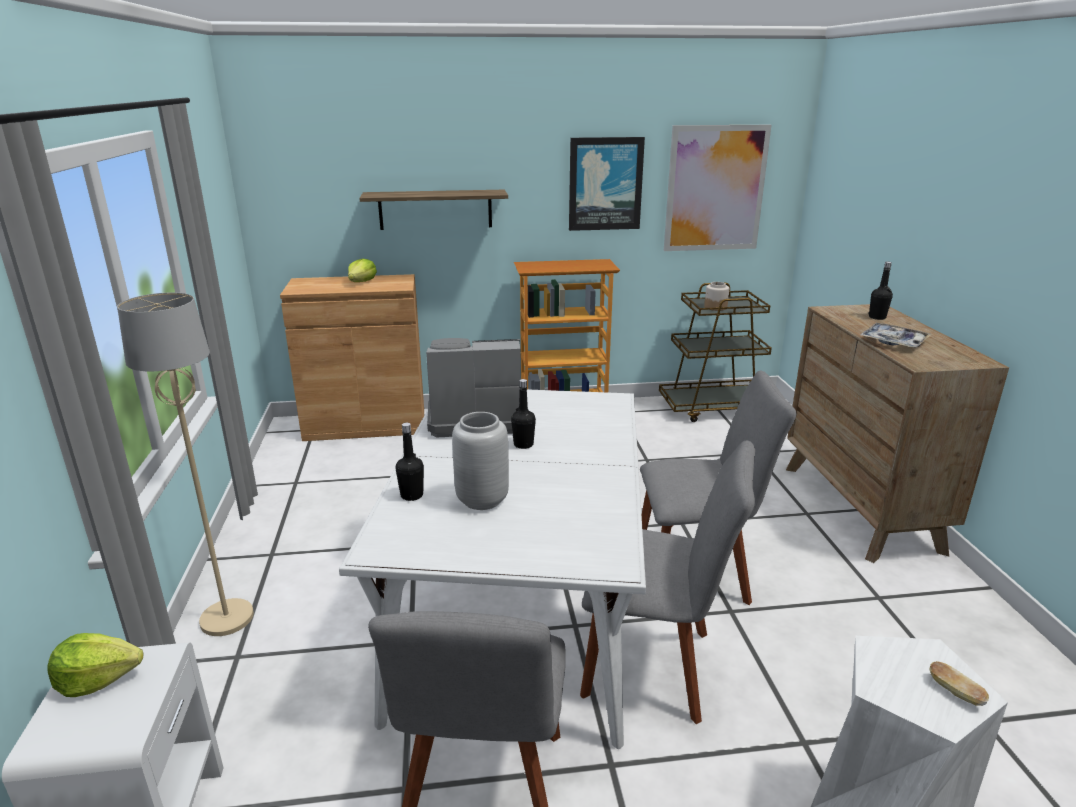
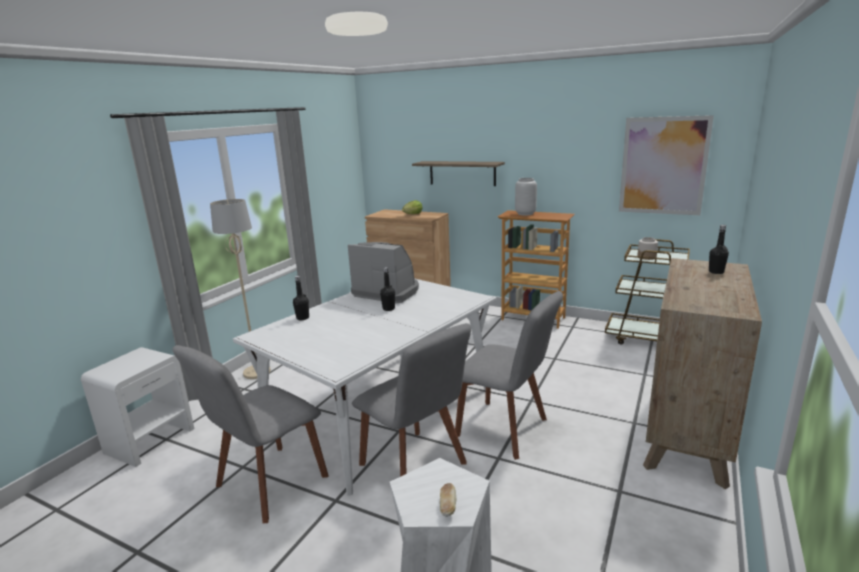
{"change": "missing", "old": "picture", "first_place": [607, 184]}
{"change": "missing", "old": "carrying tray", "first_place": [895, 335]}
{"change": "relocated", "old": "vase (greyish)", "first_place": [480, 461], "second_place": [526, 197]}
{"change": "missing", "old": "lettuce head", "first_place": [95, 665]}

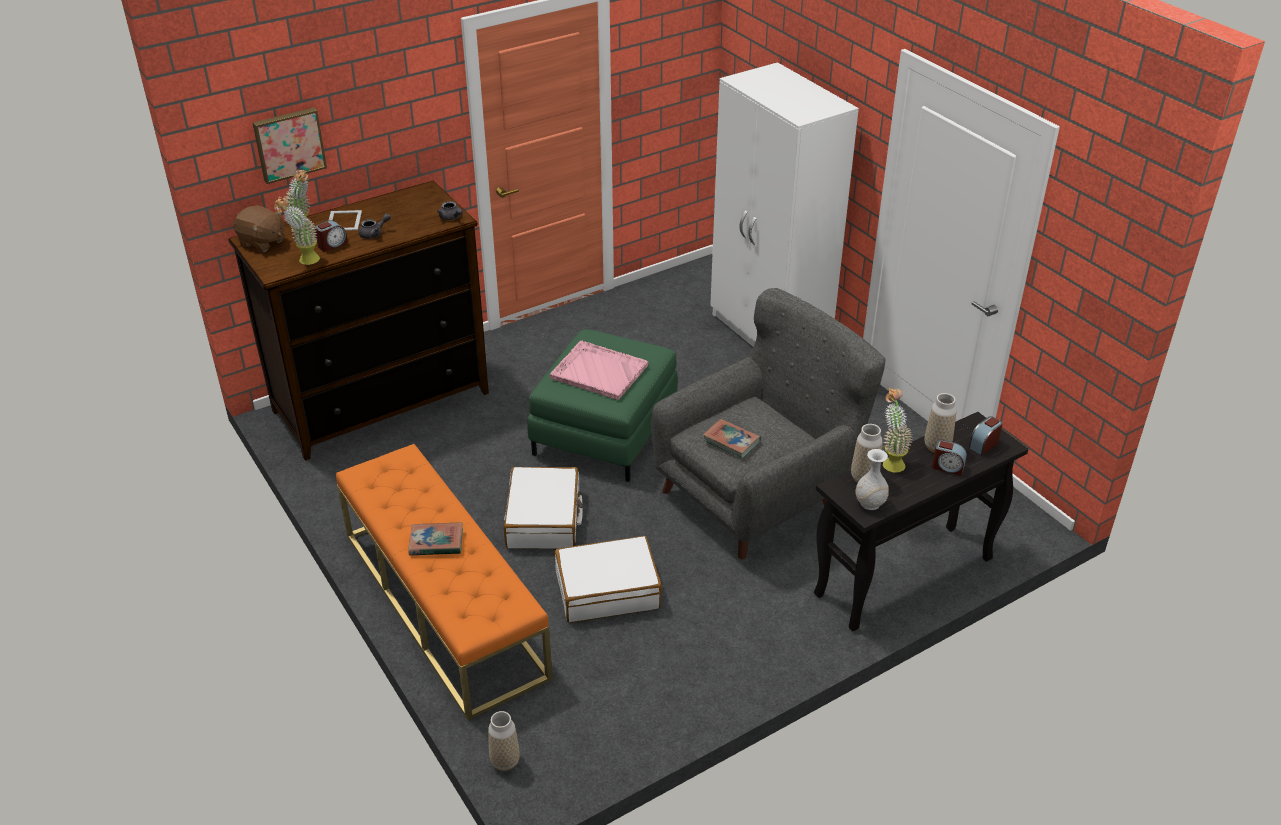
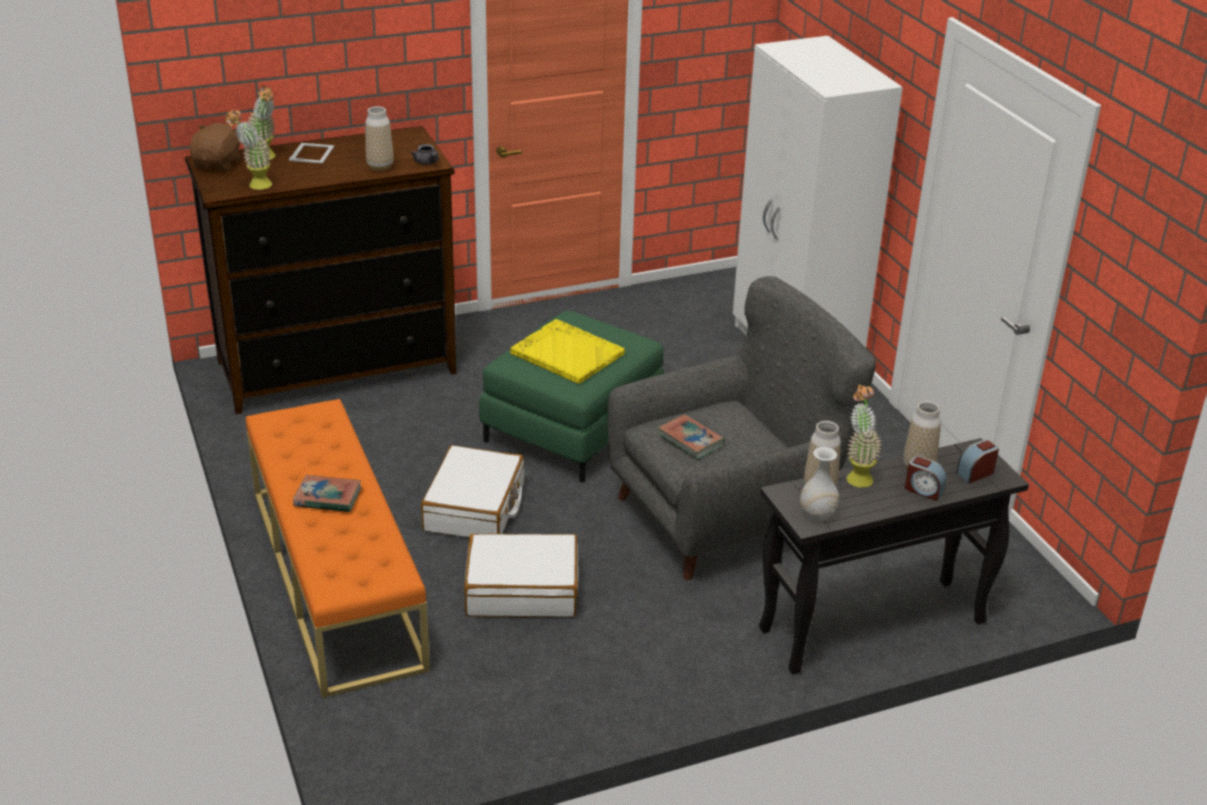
{"change": "missing", "old": "picture", "first_place": [289, 145]}
{"change": "spun", "old": "plush toy (brown)", "first_place": [259, 228], "second_place": [215, 147], "degrees": -120}
{"change": "missing", "old": "tea pot (greyish)", "first_place": [375, 226]}
{"change": "missing", "old": "table clock", "first_place": [331, 236]}
{"change": "colour", "old": "carrying tray (pink-coloured)", "new": "carrying tray (yellowish)", "first_place": [599, 370], "second_place": [567, 351]}
{"change": "relocated", "old": "vase", "first_place": [504, 741], "second_place": [379, 138]}

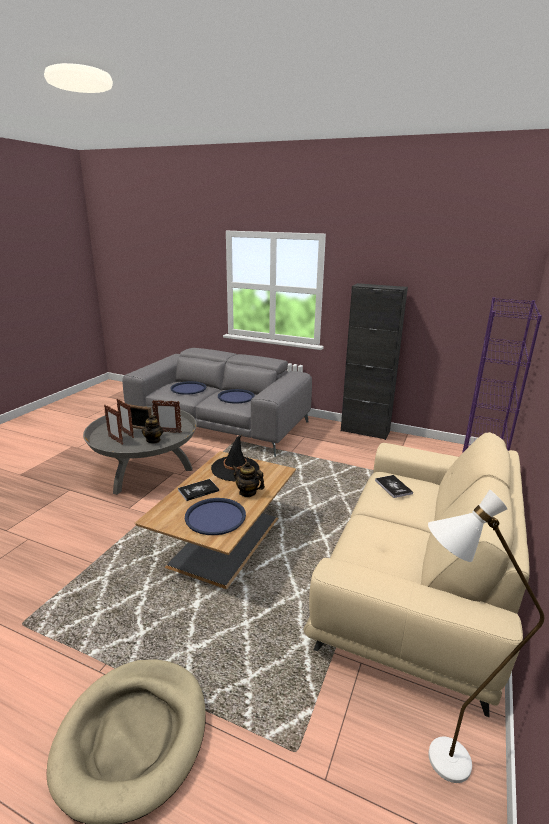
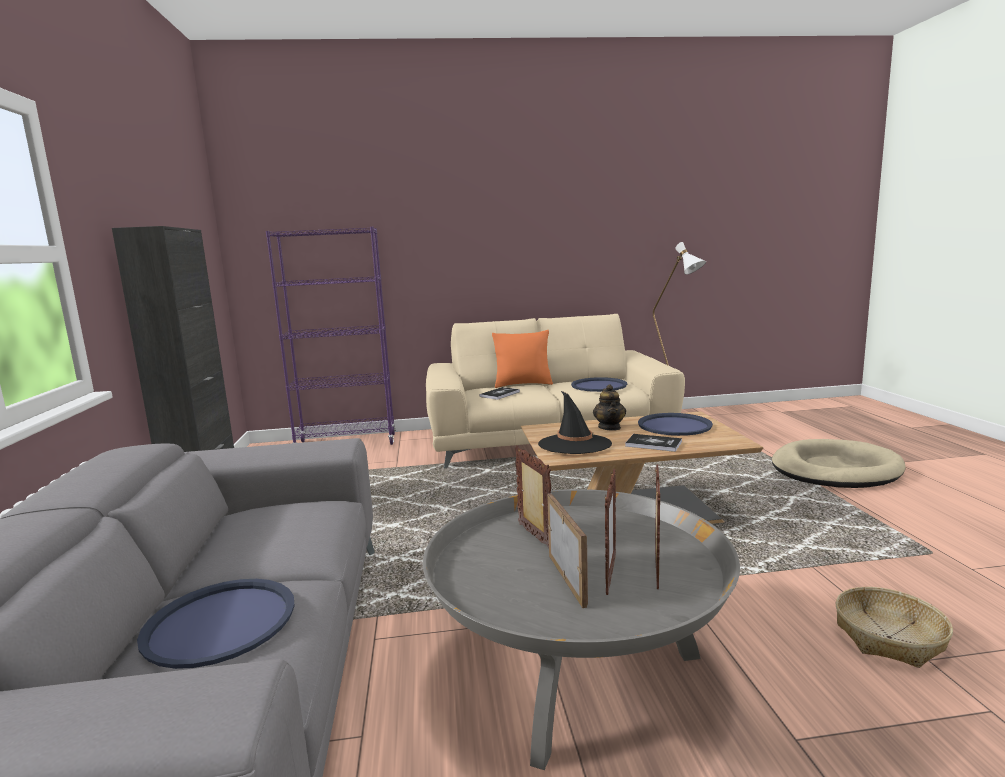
{"change": "relocated", "old": "carrying tray (blue-coloured)", "first_place": [236, 396], "second_place": [599, 384]}
{"change": "missing", "old": "tea pot", "first_place": [152, 429]}
{"change": "appeared", "new": "cushion (orange)", "second_place": [522, 359]}
{"change": "appeared", "new": "basket", "second_place": [894, 627]}

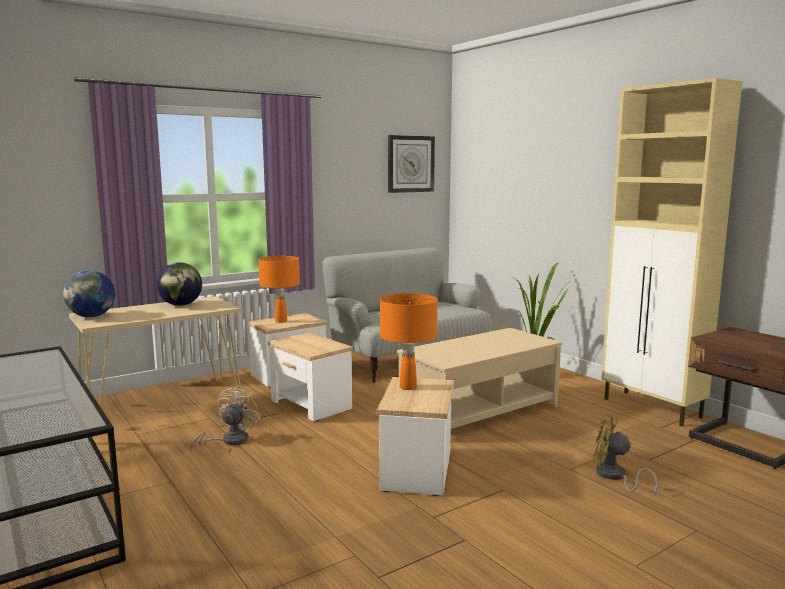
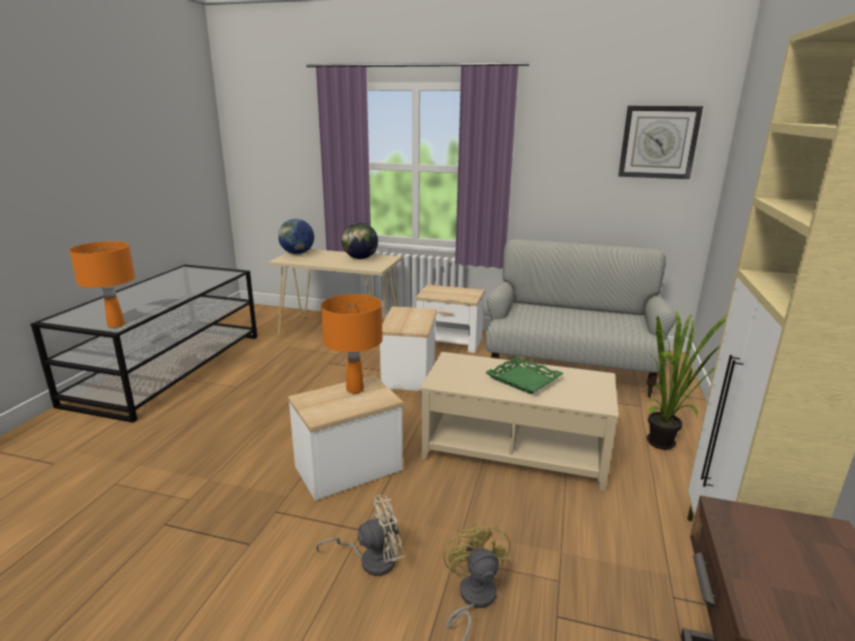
{"change": "relocated", "old": "lamp for a table (orange)", "first_place": [279, 289], "second_place": [102, 284]}
{"change": "relocated", "old": "fan (beige)", "first_place": [225, 418], "second_place": [360, 535]}
{"change": "appeared", "new": "carrying tray (green)", "second_place": [524, 375]}

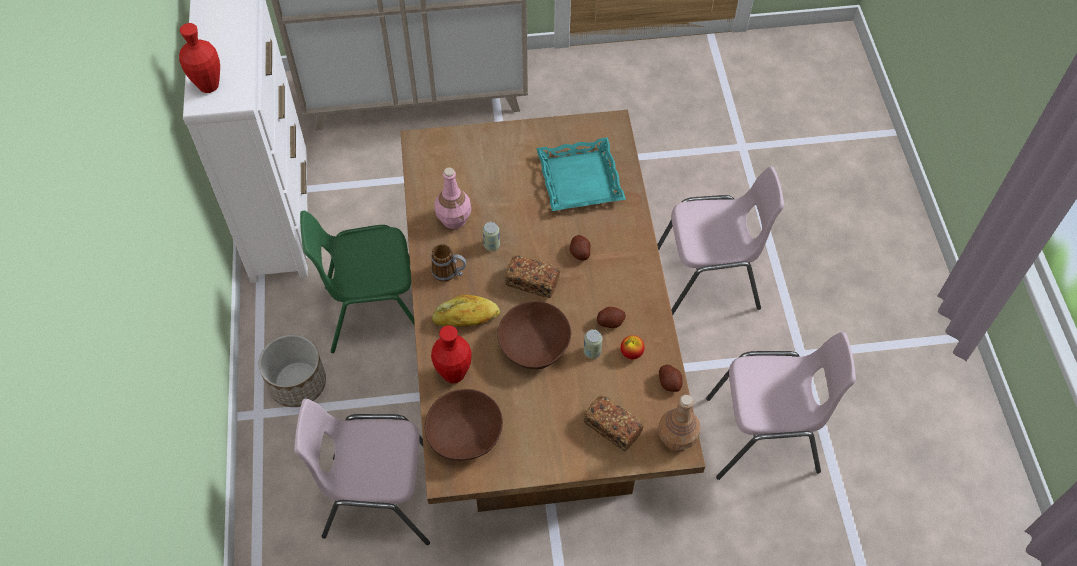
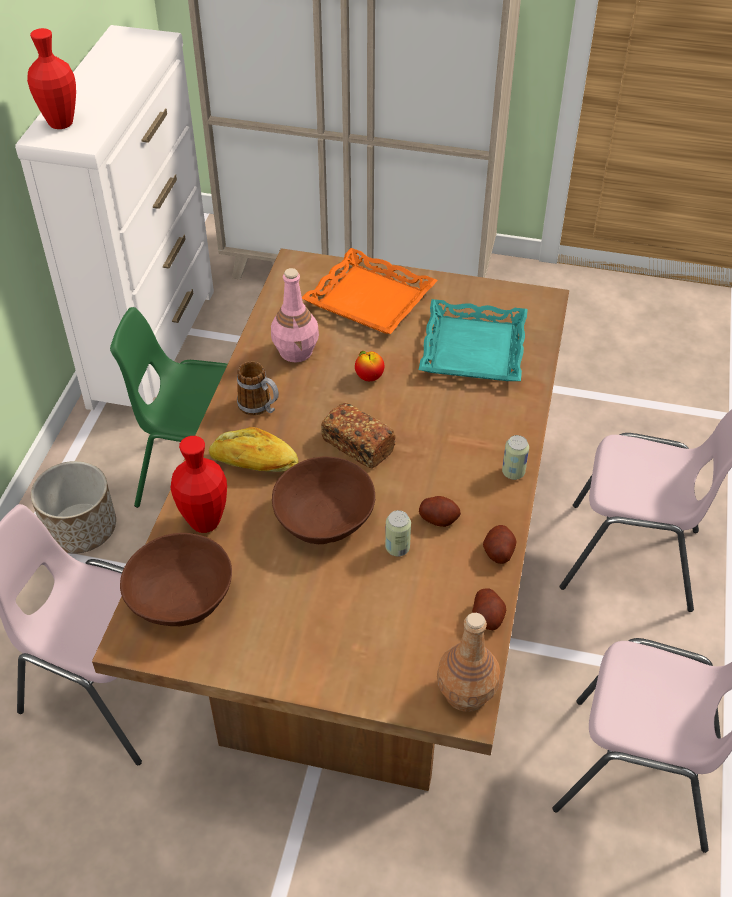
{"change": "relocated", "old": "can", "first_place": [491, 236], "second_place": [515, 457]}
{"change": "relocated", "old": "potato", "first_place": [580, 248], "second_place": [500, 544]}
{"change": "relocated", "old": "apple fruit", "first_place": [633, 347], "second_place": [369, 366]}
{"change": "missing", "old": "bakery bread", "first_place": [614, 423]}
{"change": "appeared", "new": "carrying tray (orange)", "second_place": [370, 291]}

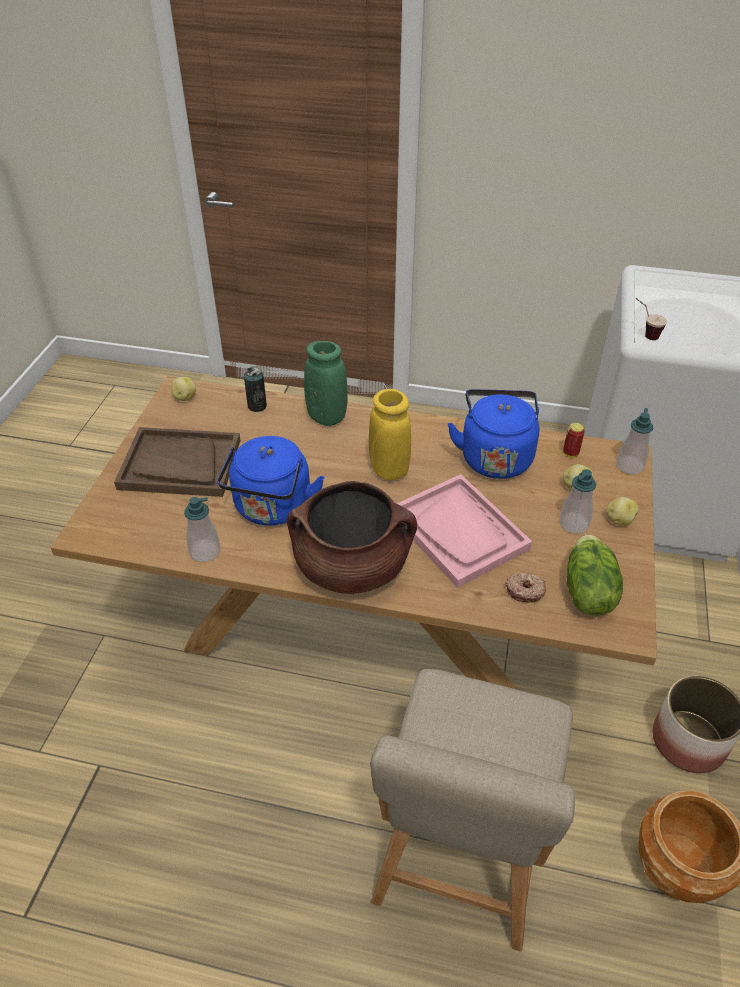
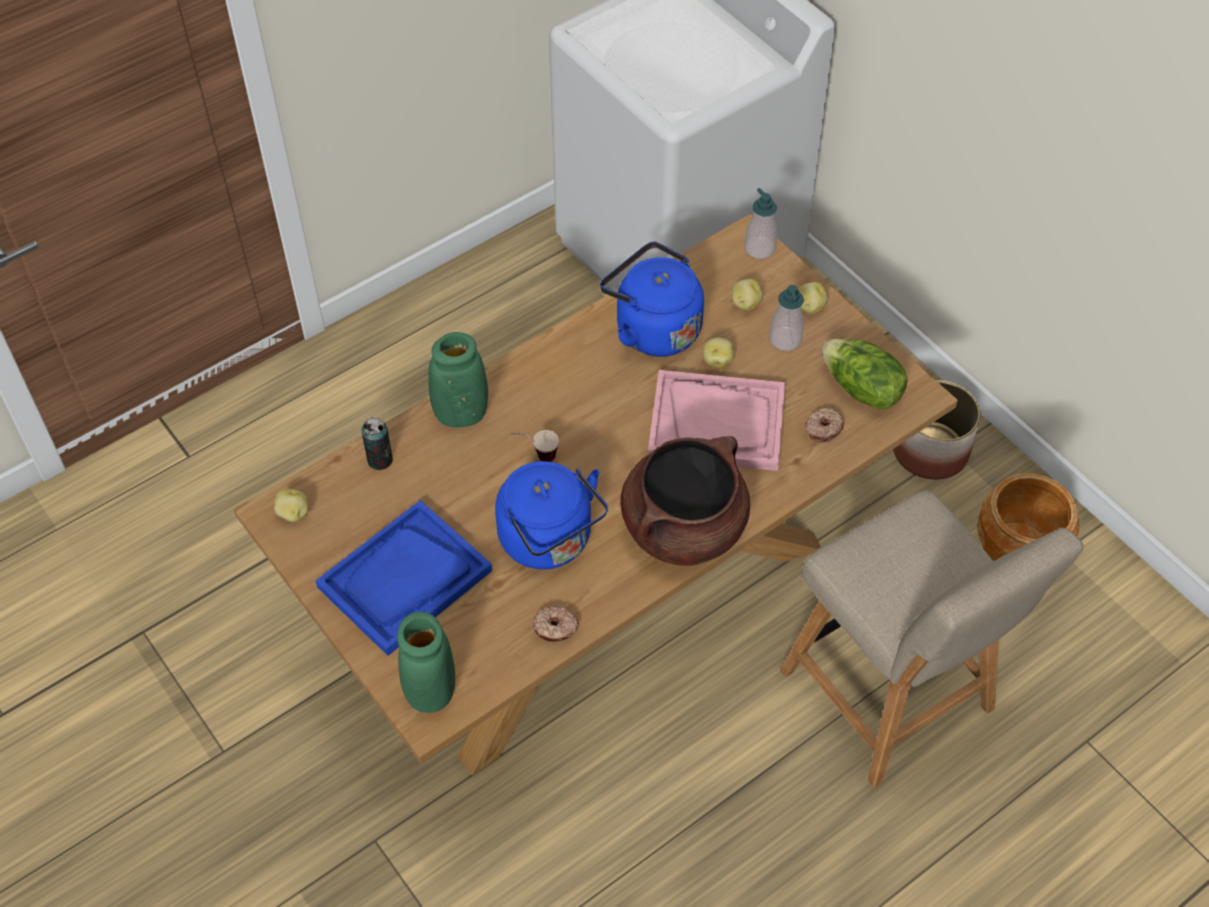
{"change": "relocated", "old": "cup", "first_place": [651, 319], "second_place": [534, 446]}
{"change": "missing", "old": "vase (yellowish)", "first_place": [390, 434]}
{"change": "missing", "old": "can", "first_place": [574, 440]}
{"change": "colour", "old": "carrying tray (brown)", "new": "carrying tray (blue-coloured)", "first_place": [177, 462], "second_place": [404, 578]}
{"change": "exchanged", "old": "soap dispenser", "new": "ring doughnut", "first_place": [202, 529], "second_place": [556, 624]}
{"change": "appeared", "new": "potato", "second_place": [718, 352]}
{"change": "appeared", "new": "vase (green)", "second_place": [426, 662]}

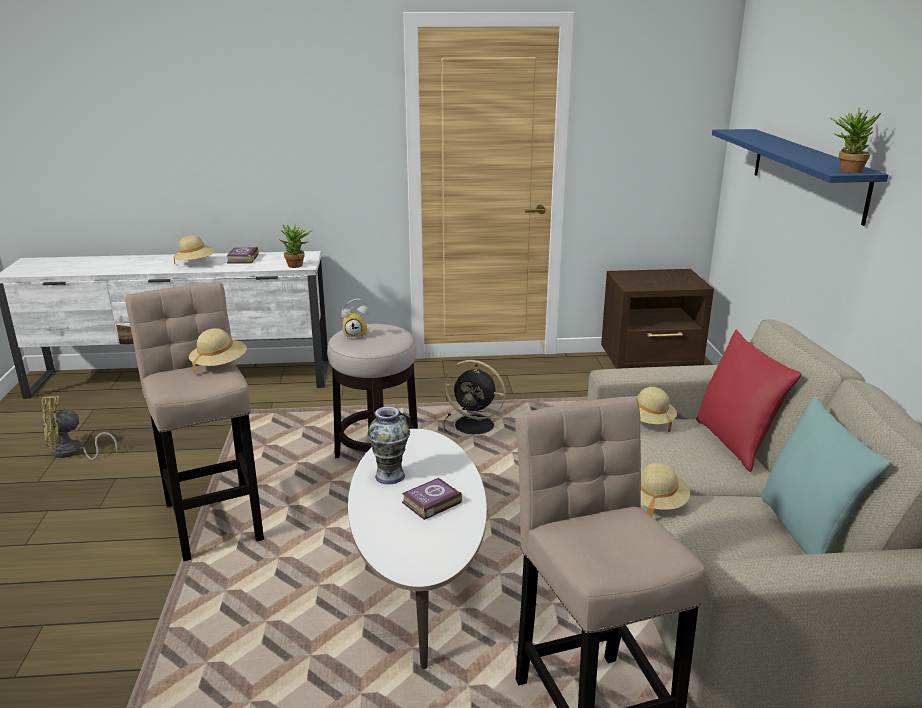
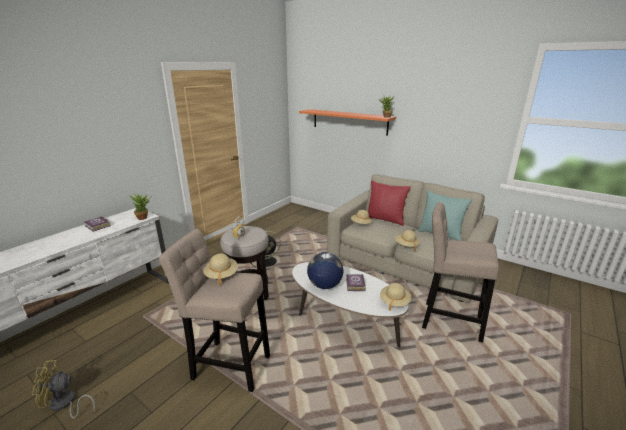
{"change": "colour", "old": "bracket shelf (blue-coloured)", "new": "bracket shelf (orange)", "first_place": [800, 177], "second_place": [347, 122]}
{"change": "relocated", "old": "wearable hat (beige)", "first_place": [194, 249], "second_place": [395, 297]}
{"change": "missing", "old": "nightstand (brown)", "first_place": [657, 319]}
{"change": "spun", "old": "fan (yellowish)", "first_place": [80, 428], "second_place": [63, 389], "degrees": 60}
{"change": "exchanged", "old": "vase", "new": "desk globe", "first_place": [388, 445], "second_place": [325, 270]}

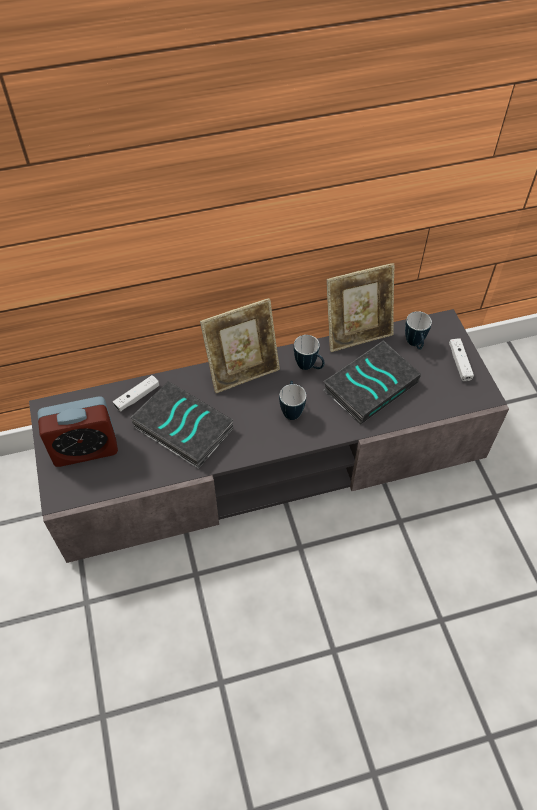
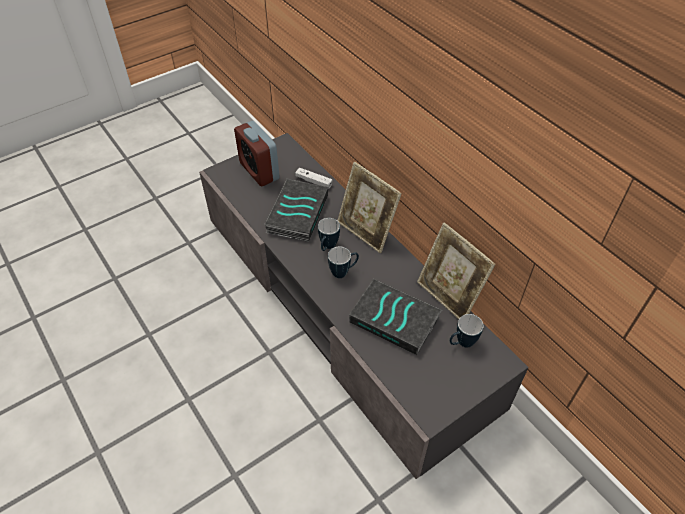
{"change": "relocated", "old": "mug", "first_place": [309, 352], "second_place": [329, 234]}
{"change": "missing", "old": "game controller (white)", "first_place": [461, 359]}

